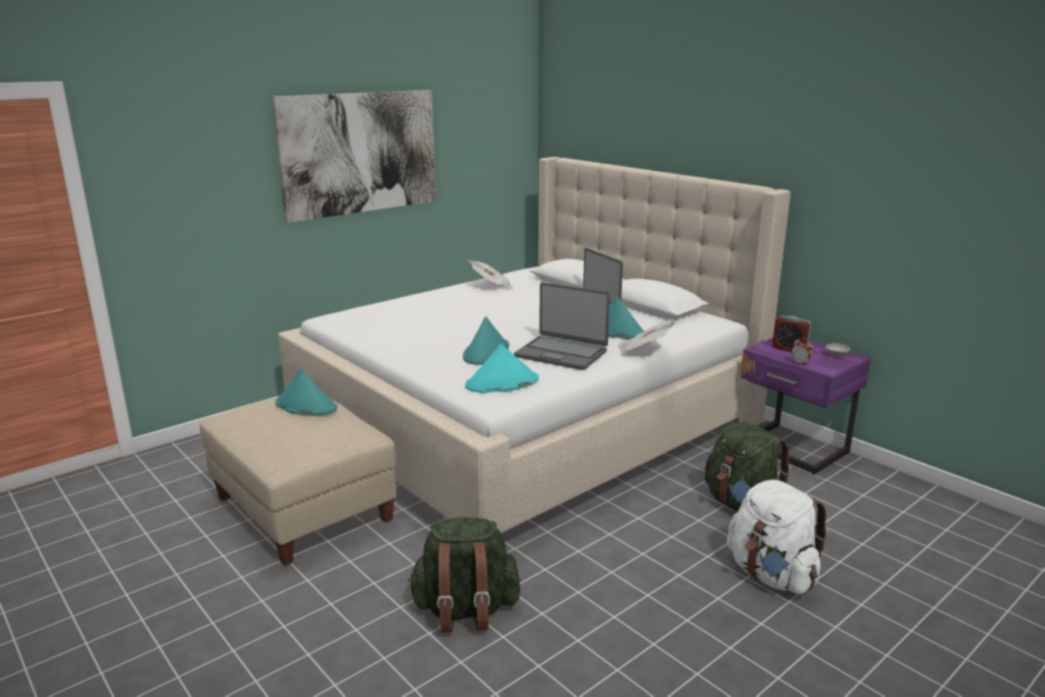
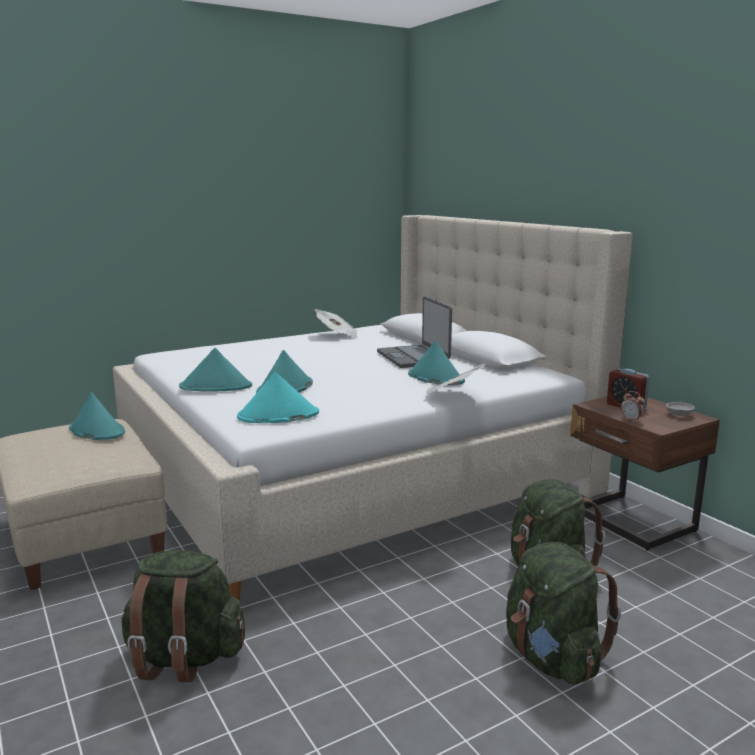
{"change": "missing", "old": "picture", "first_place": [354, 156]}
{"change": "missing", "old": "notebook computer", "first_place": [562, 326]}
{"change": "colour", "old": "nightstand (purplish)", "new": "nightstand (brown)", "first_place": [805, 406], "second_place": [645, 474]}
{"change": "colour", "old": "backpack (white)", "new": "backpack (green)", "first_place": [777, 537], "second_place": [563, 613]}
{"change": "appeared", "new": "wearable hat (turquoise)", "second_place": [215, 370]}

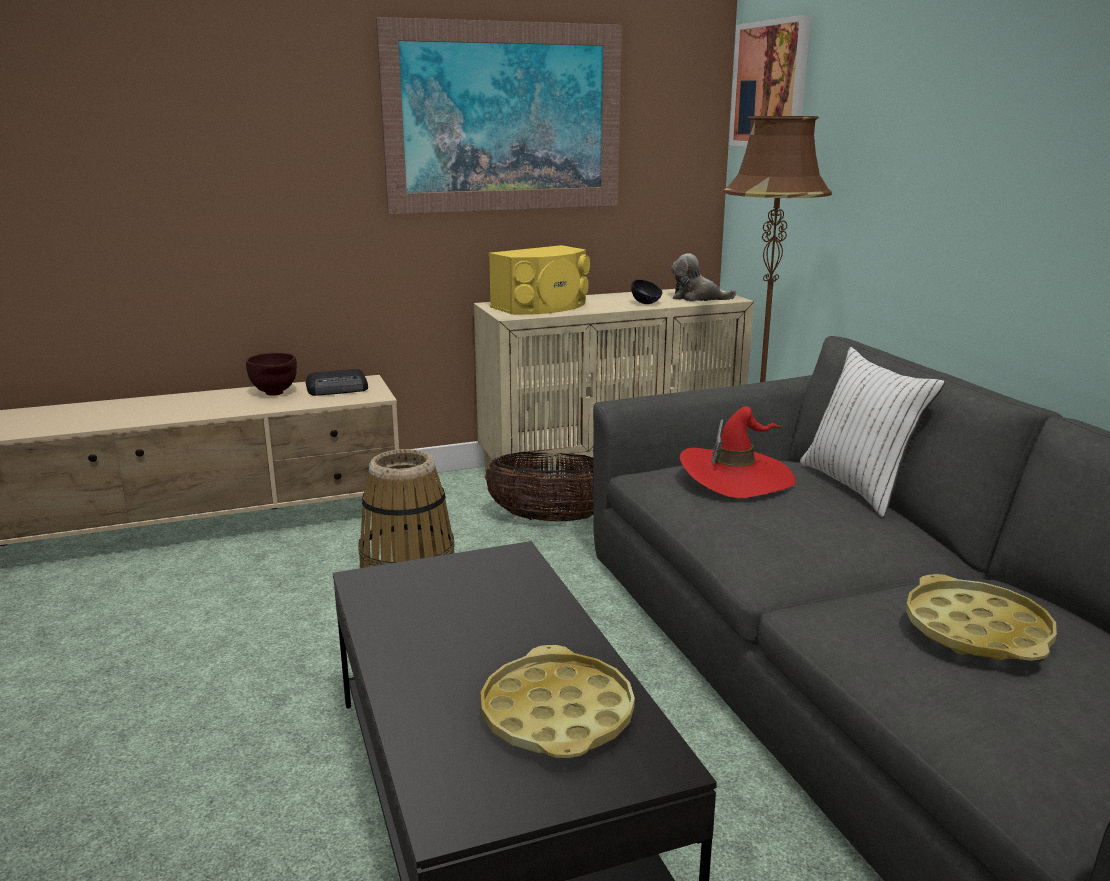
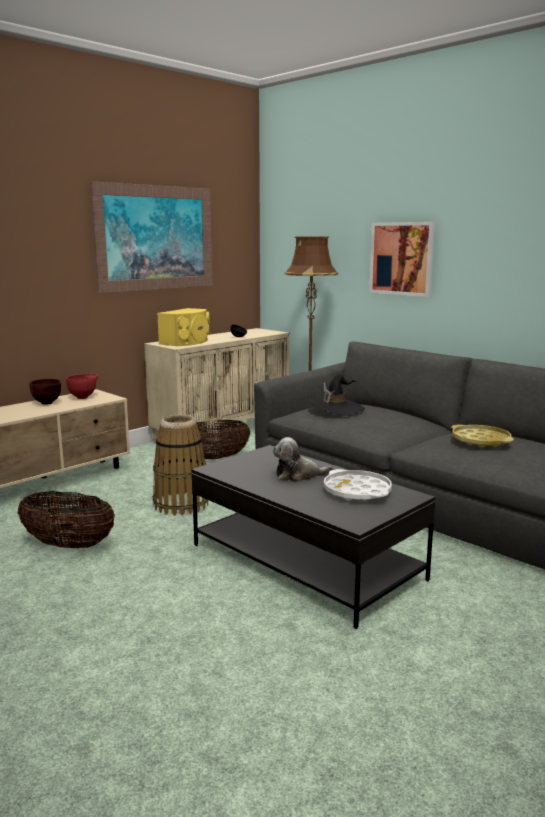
{"change": "relocated", "old": "picture", "first_place": [770, 81], "second_place": [402, 259]}
{"change": "relocated", "old": "plush toy", "first_place": [703, 277], "second_place": [303, 459]}
{"change": "missing", "old": "cushion (white)", "first_place": [872, 432]}
{"change": "exchanged", "old": "radio receiver", "new": "bowl (reddish)", "first_place": [337, 382], "second_place": [82, 386]}
{"change": "colour", "old": "wearable hat (reddish)", "new": "wearable hat (black)", "first_place": [738, 452], "second_place": [336, 394]}
{"change": "colour", "old": "carrying tray (yellowish)", "new": "carrying tray (white)", "first_place": [558, 701], "second_place": [358, 485]}
{"change": "appeared", "new": "basket", "second_place": [66, 519]}

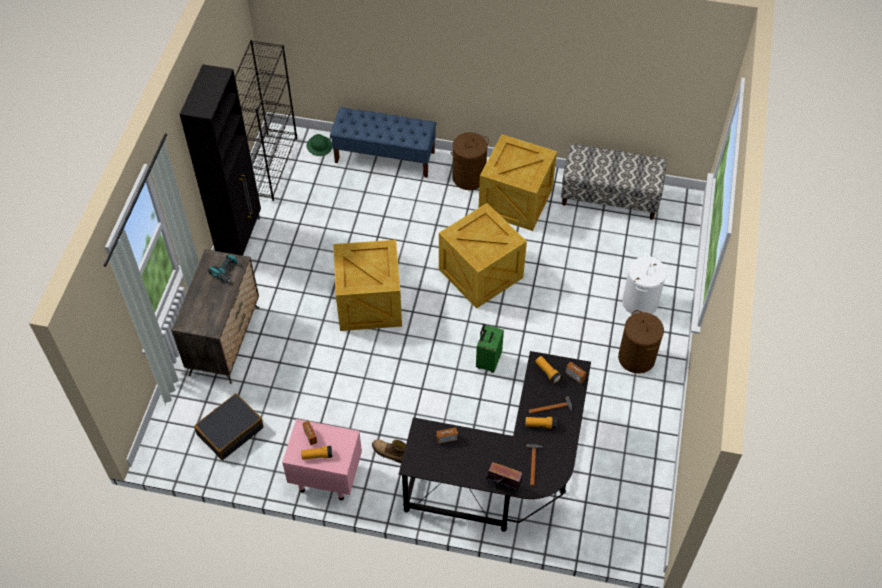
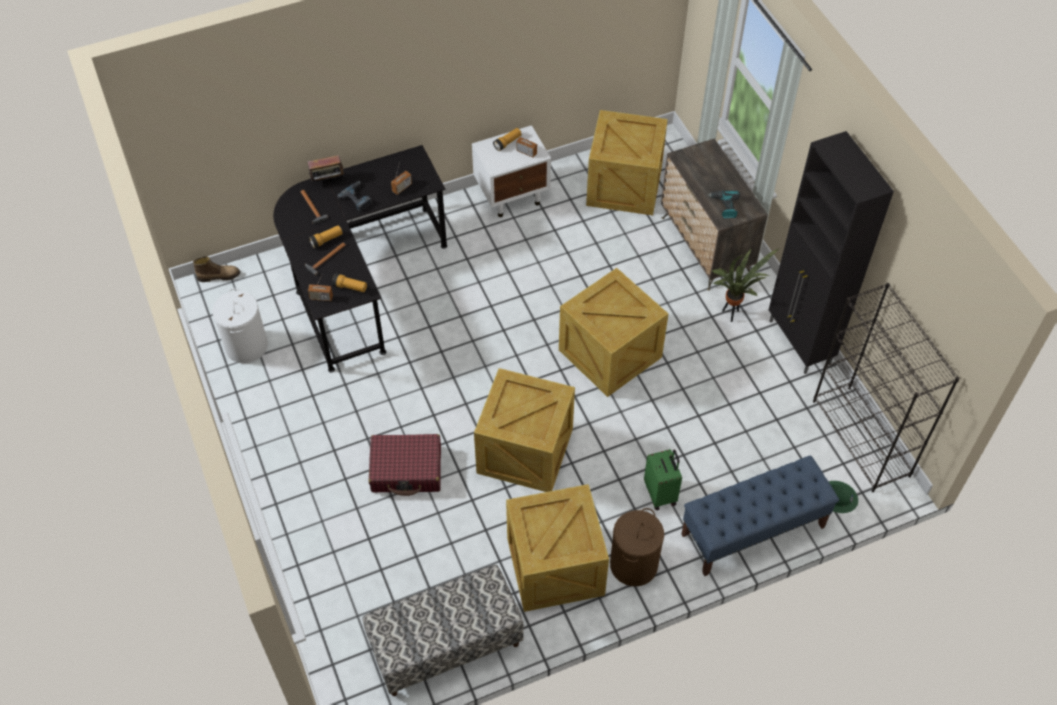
{"change": "relocated", "old": "hamper (white)", "first_place": [644, 284], "second_place": [240, 325]}
{"change": "missing", "old": "hamper (brown)", "first_place": [641, 342]}
{"change": "relocated", "old": "suitcase (green)", "first_place": [490, 348], "second_place": [663, 479]}
{"change": "exchanged", "old": "suitcase (black)", "new": "crate", "first_place": [229, 426], "second_place": [627, 162]}
{"change": "colour", "old": "nightstand (pink-coloured)", "new": "nightstand (white)", "first_place": [322, 459], "second_place": [511, 171]}
{"change": "relocated", "old": "boot", "first_place": [389, 451], "second_place": [216, 269]}
{"change": "appeared", "new": "electric drill", "second_place": [354, 196]}
{"change": "appeared", "new": "plant in a pot", "second_place": [746, 285]}
{"change": "appeared", "new": "suitcase (reddish)", "second_place": [405, 465]}

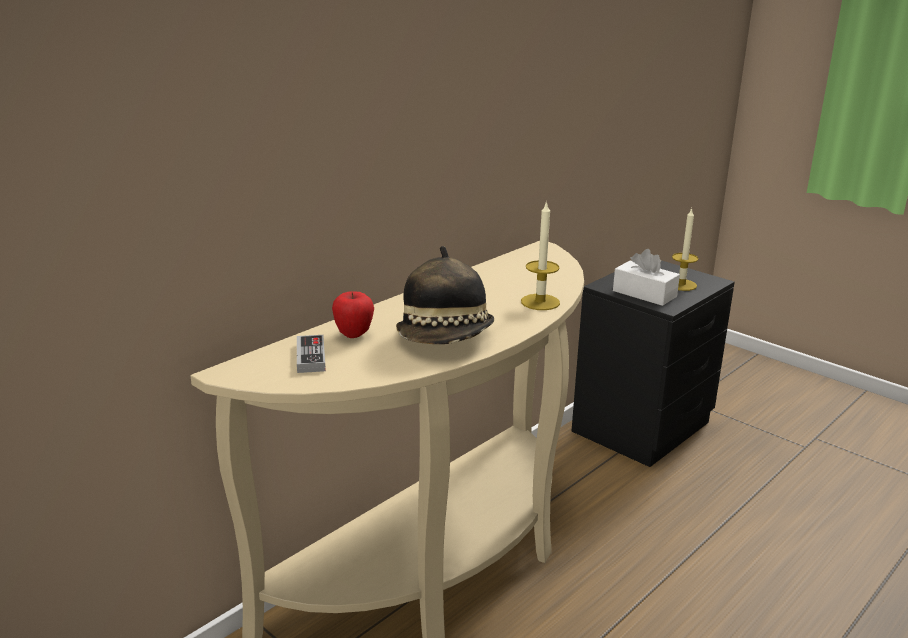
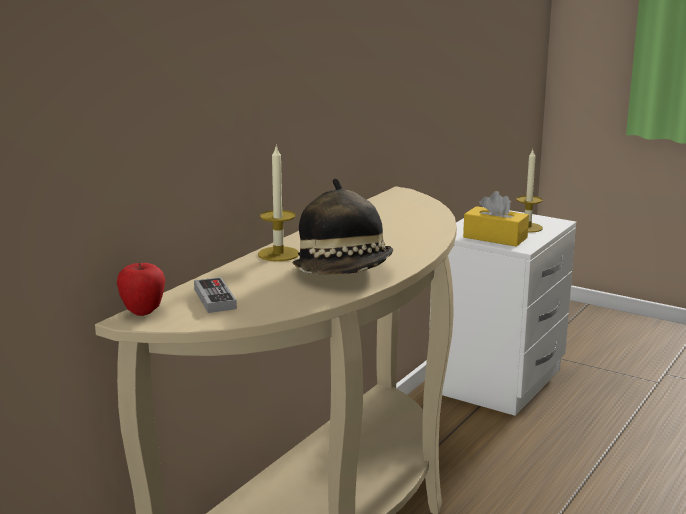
{"change": "relocated", "old": "candle", "first_place": [540, 255], "second_place": [278, 202]}
{"change": "colour", "old": "tissue holder (white)", "new": "tissue holder (yellowish)", "first_place": [646, 277], "second_place": [496, 219]}
{"change": "colour", "old": "nightstand (black)", "new": "nightstand (white)", "first_place": [653, 363], "second_place": [502, 313]}
{"change": "relocated", "old": "apple fruit", "first_place": [353, 314], "second_place": [141, 289]}

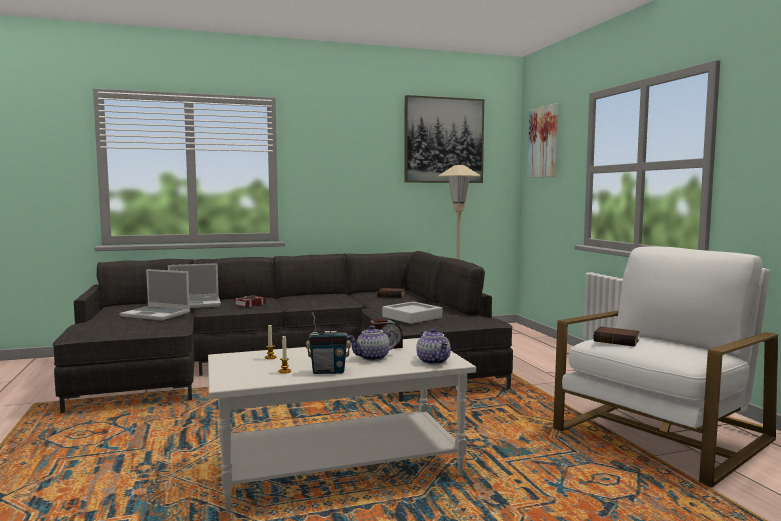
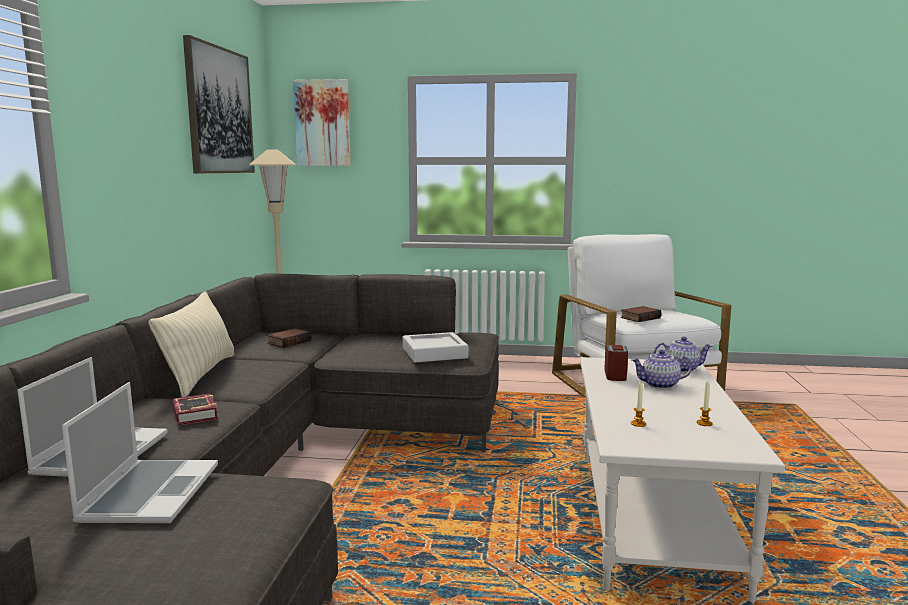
{"change": "spun", "old": "notebook computer", "first_place": [154, 295], "second_place": [140, 452], "degrees": -45}
{"change": "missing", "old": "radio receiver", "first_place": [328, 343]}
{"change": "spun", "old": "tea pot", "first_place": [373, 343], "second_place": [661, 369], "degrees": 90}
{"change": "appeared", "new": "cushion (beige)", "second_place": [191, 344]}

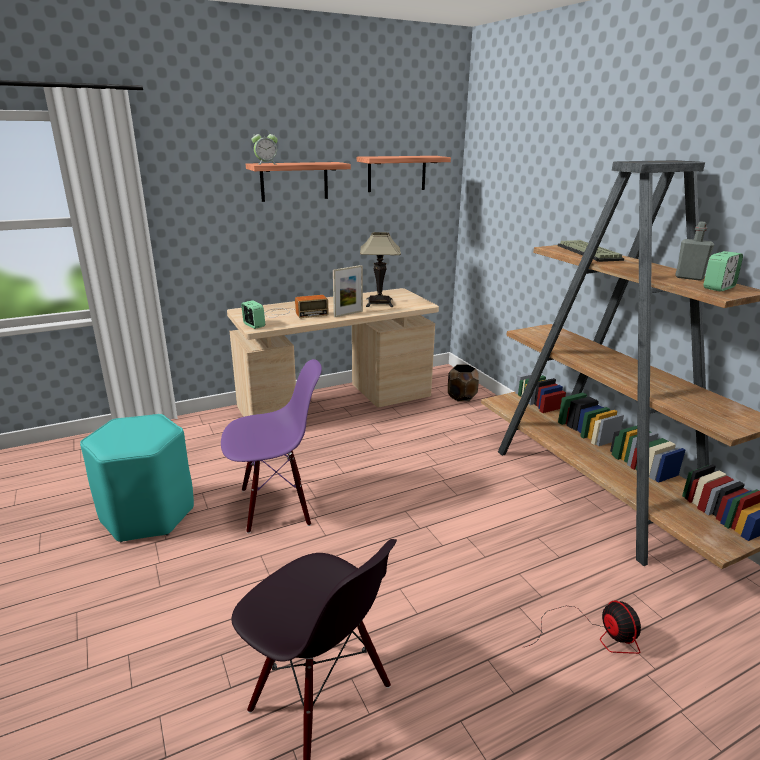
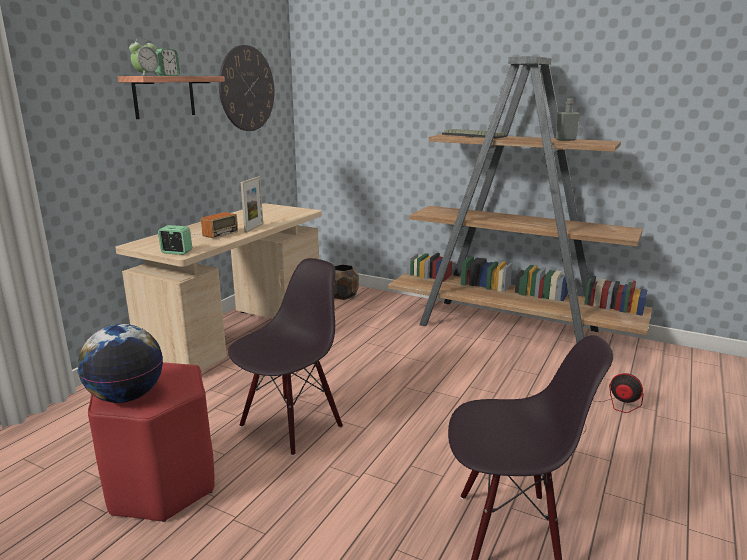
{"change": "exchanged", "old": "bracket shelf", "new": "hanging clock", "first_place": [404, 174], "second_place": [246, 88]}
{"change": "missing", "old": "lamp for a table", "first_place": [380, 269]}
{"change": "relocated", "old": "table clock", "first_place": [723, 271], "second_place": [167, 62]}
{"change": "colour", "old": "chair (purplish)", "new": "chair (black)", "first_place": [271, 446], "second_place": [285, 357]}
{"change": "colour", "old": "stool seat (turquoise)", "new": "stool seat (reddish)", "first_place": [137, 478], "second_place": [151, 442]}
{"change": "appeared", "new": "desk globe", "second_place": [120, 363]}

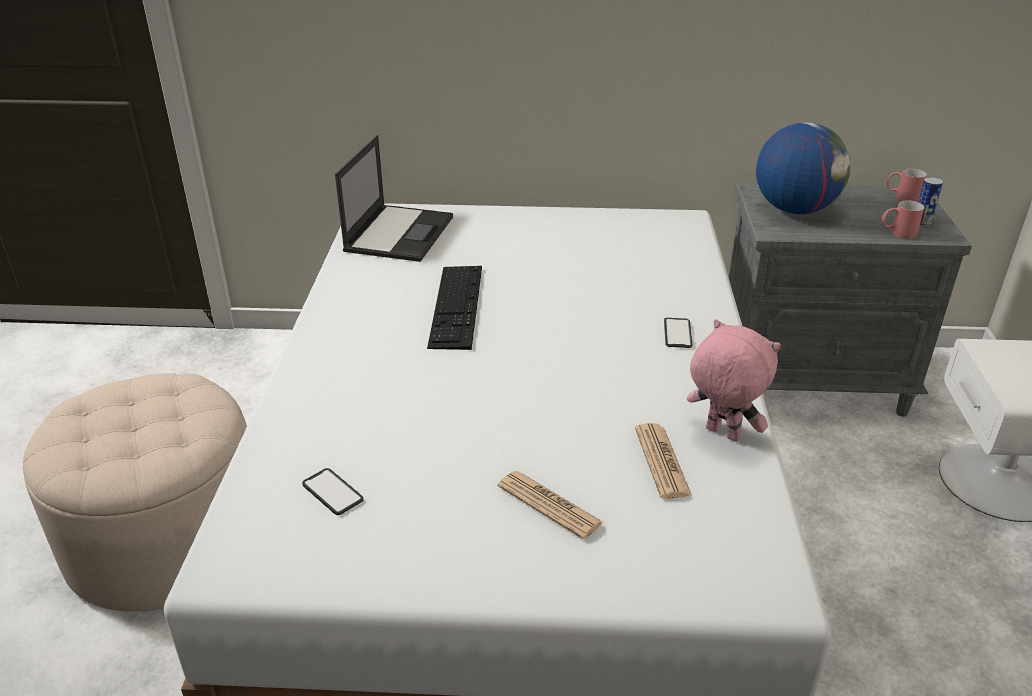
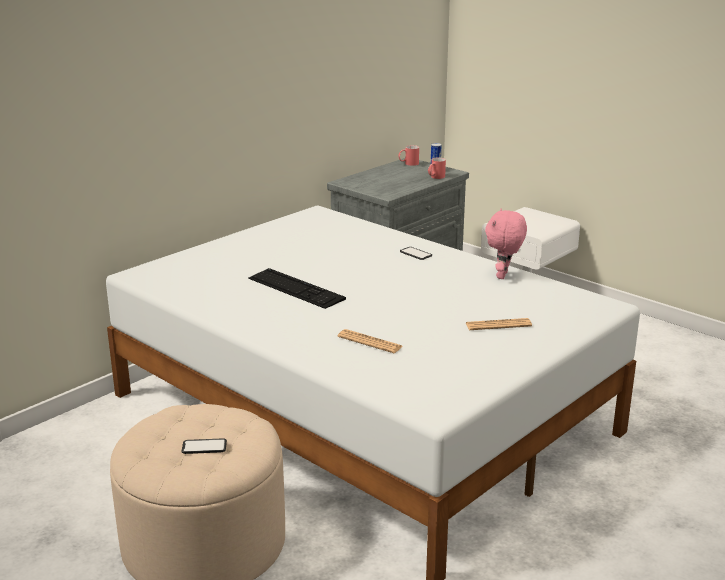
{"change": "missing", "old": "desk globe", "first_place": [803, 168]}
{"change": "missing", "old": "notebook computer", "first_place": [394, 198]}
{"change": "spun", "old": "plush toy (pink-coloured)", "first_place": [734, 380], "second_place": [506, 244], "degrees": -60}
{"change": "relocated", "old": "printed paper", "first_place": [663, 461], "second_place": [370, 341]}
{"change": "relocated", "old": "telephone", "first_place": [333, 491], "second_place": [204, 446]}

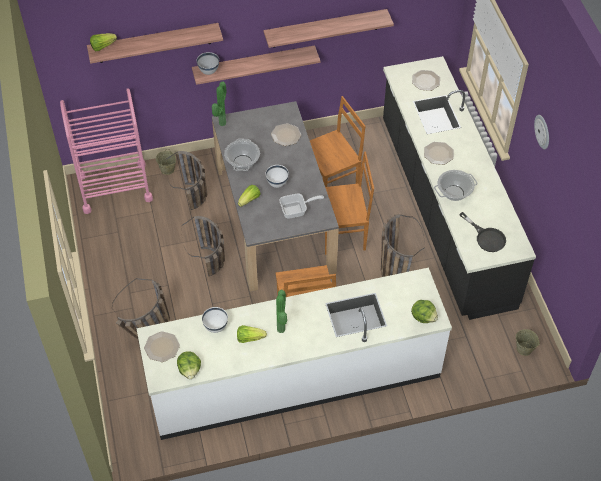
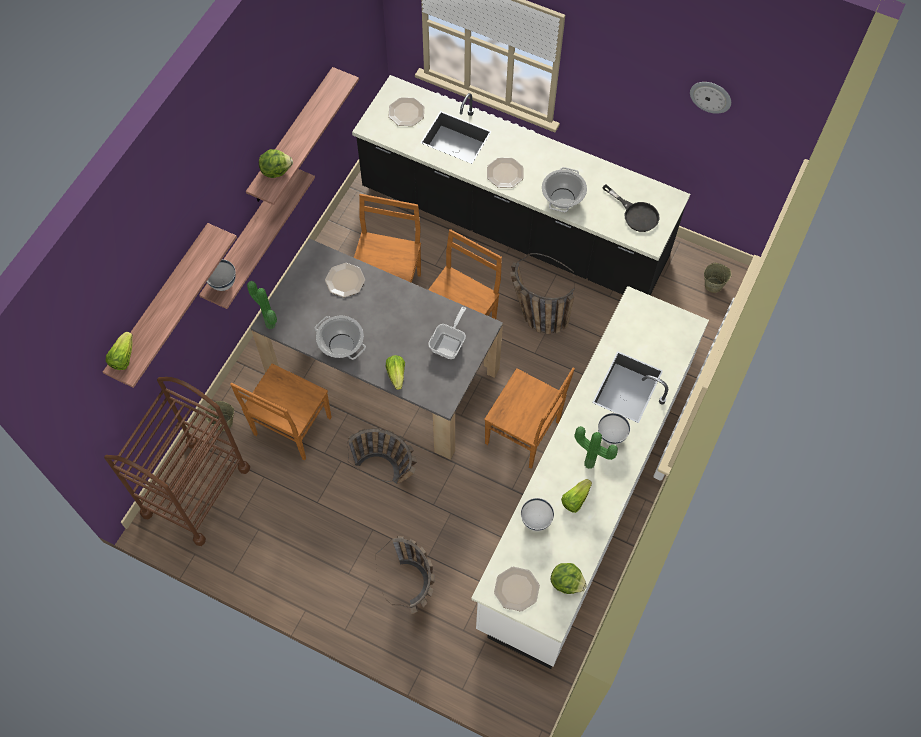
{"change": "colour", "old": "trolley (pink-coloured)", "new": "trolley (brown)", "first_place": [106, 151], "second_place": [177, 461]}
{"change": "relocated", "old": "hanging clock", "first_place": [541, 132], "second_place": [710, 98]}
{"change": "exchanged", "old": "basket", "new": "chair (brown)", "first_place": [186, 180], "second_place": [281, 412]}
{"change": "relocated", "old": "bowl (white)", "first_place": [277, 176], "second_place": [614, 429]}
{"change": "spun", "old": "skillet (black)", "first_place": [482, 232], "second_place": [630, 208], "degrees": 45}
{"change": "relocated", "old": "lettuce head", "first_place": [424, 311], "second_place": [276, 163]}

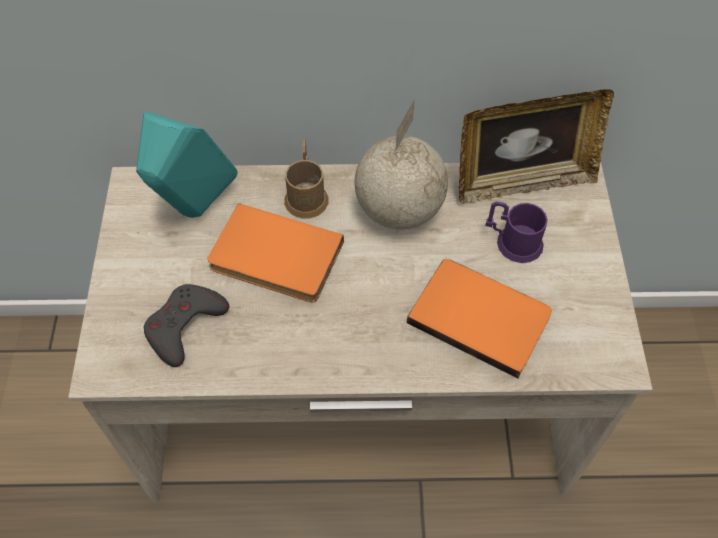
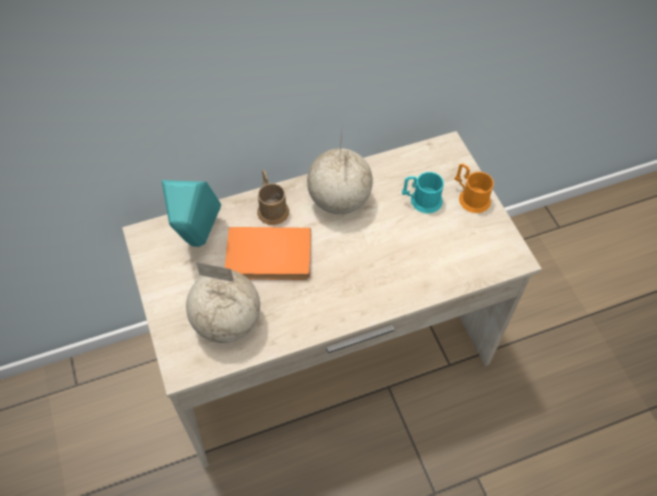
{"change": "missing", "old": "photo frame", "first_place": [536, 146]}
{"change": "colour", "old": "mug (purplish)", "new": "mug (turquoise)", "first_place": [516, 232], "second_place": [423, 192]}
{"change": "missing", "old": "volume (orange)", "first_place": [479, 318]}
{"change": "exchanged", "old": "game controller (greyish)", "new": "desk globe", "first_place": [187, 325], "second_place": [223, 302]}
{"change": "appeared", "new": "mug (orange)", "second_place": [474, 188]}

